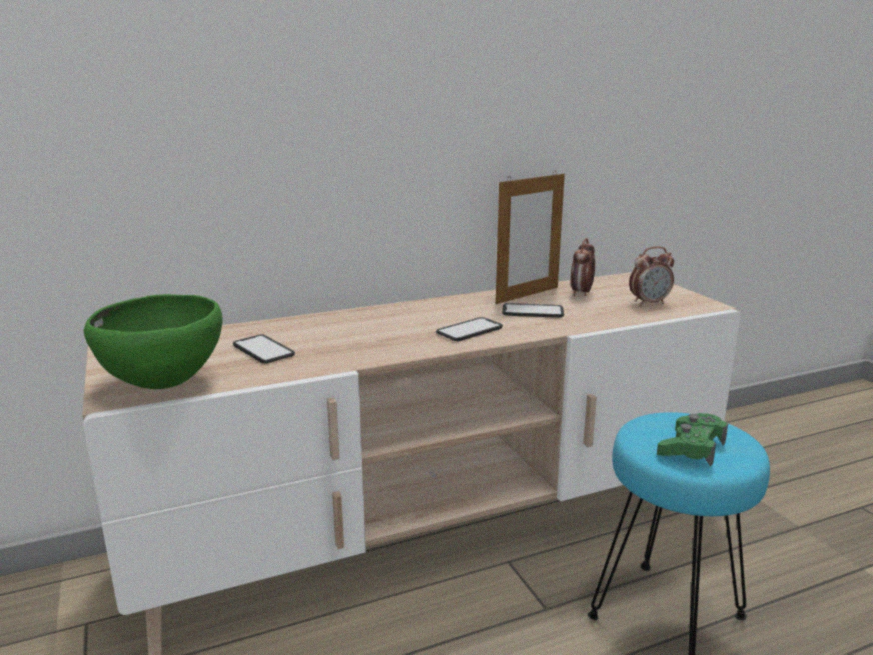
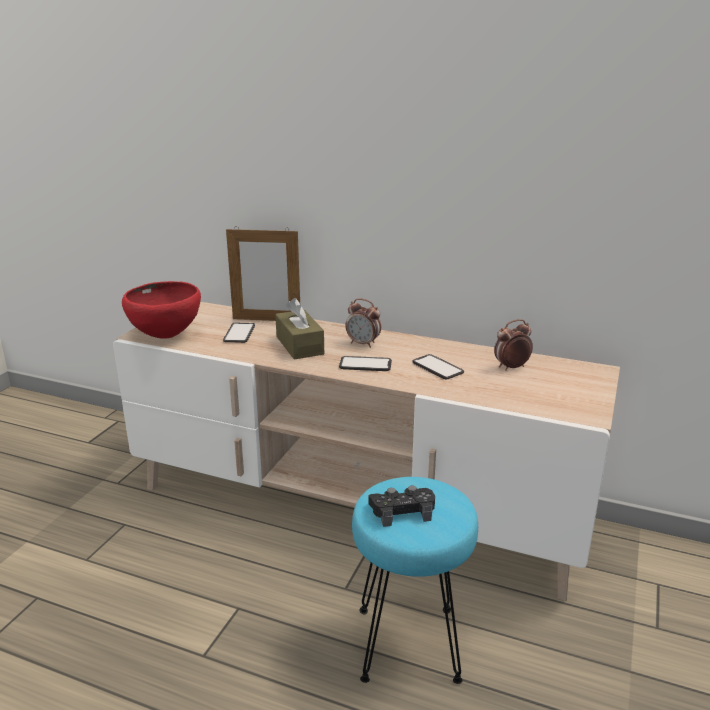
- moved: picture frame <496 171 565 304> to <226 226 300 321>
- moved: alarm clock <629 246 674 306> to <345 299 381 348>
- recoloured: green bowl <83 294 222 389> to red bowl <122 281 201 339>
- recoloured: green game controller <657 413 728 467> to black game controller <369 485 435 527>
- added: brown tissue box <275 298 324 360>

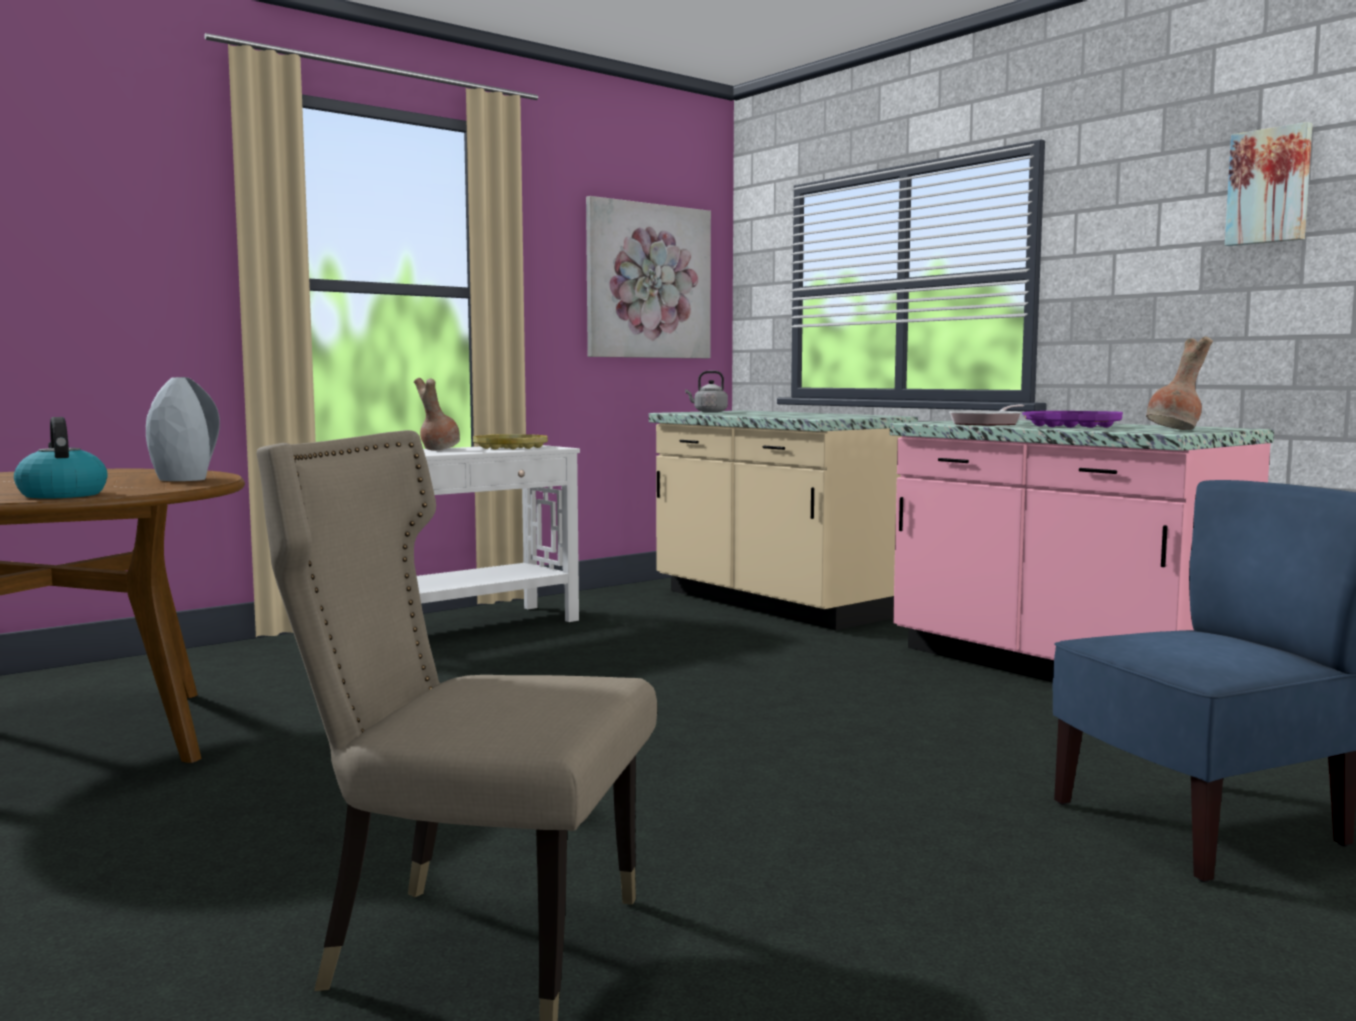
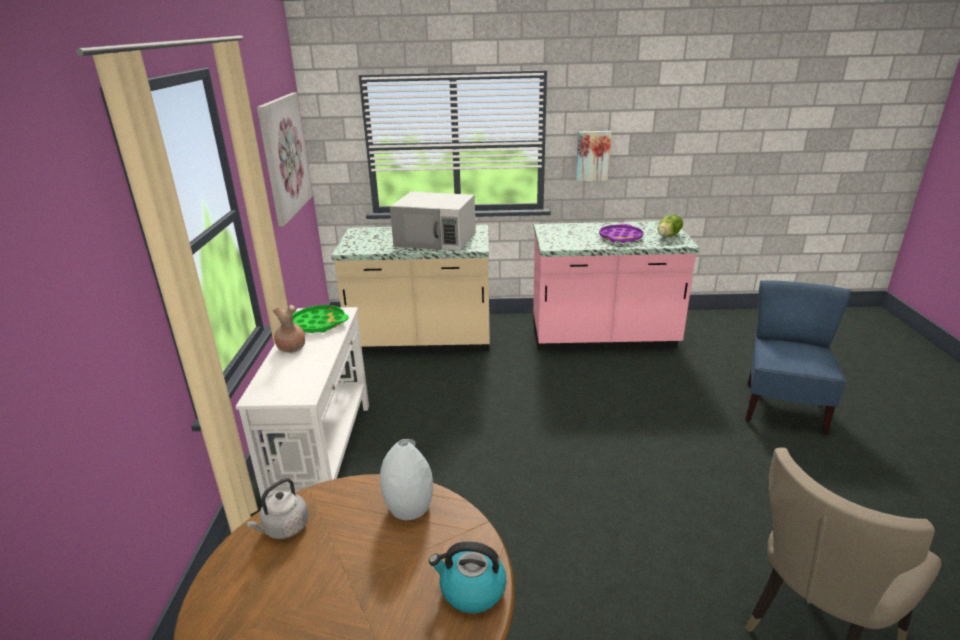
- moved: picture <1225 122 1313 246> to <576 131 611 181>
- replaced: brown vase <1146 336 1213 430> to lettuce <658 214 683 237>
- moved: grey kettle <685 371 728 413> to <246 478 309 539>
- removed: frying pan <949 404 1024 425>
- recoloured: yellow tray <473 434 548 450> to green tray <292 305 349 333>
- added: white microwave <390 192 476 251>

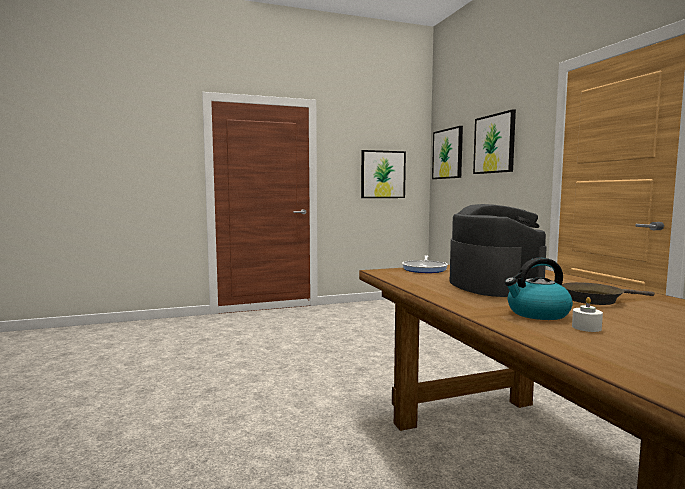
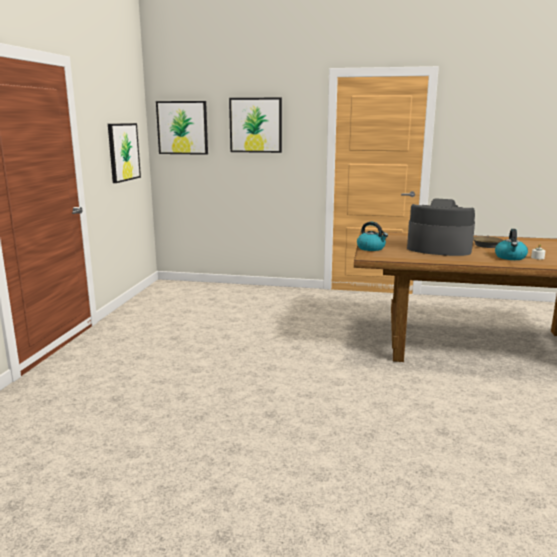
- replaced: frying pan <402 255 448 273> to kettle <357 222 388 251>

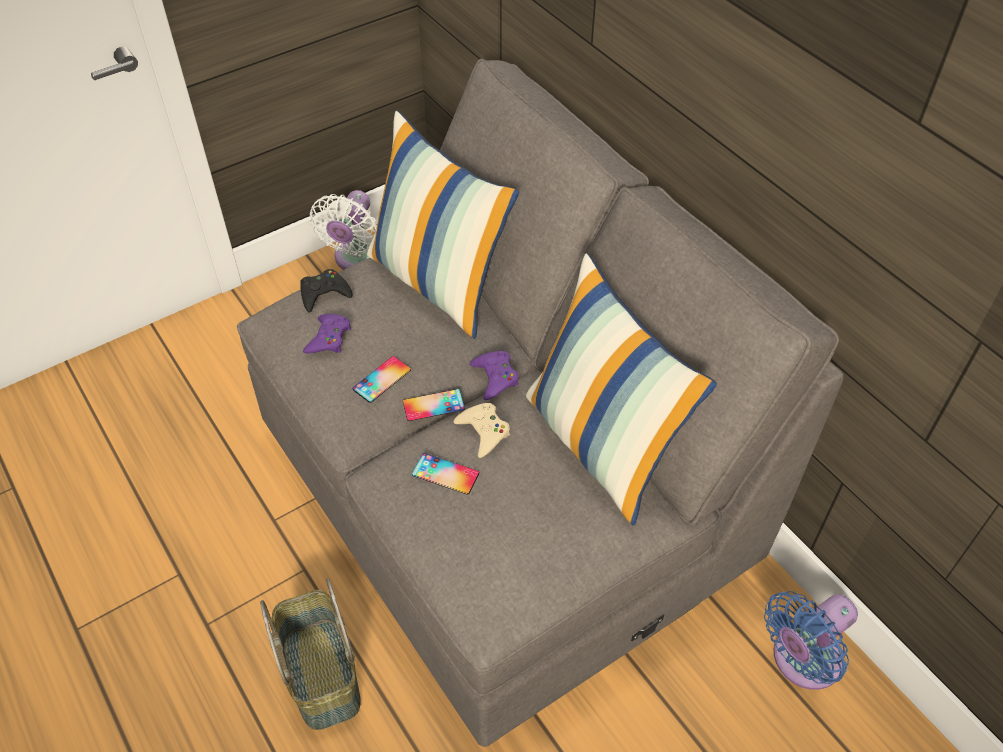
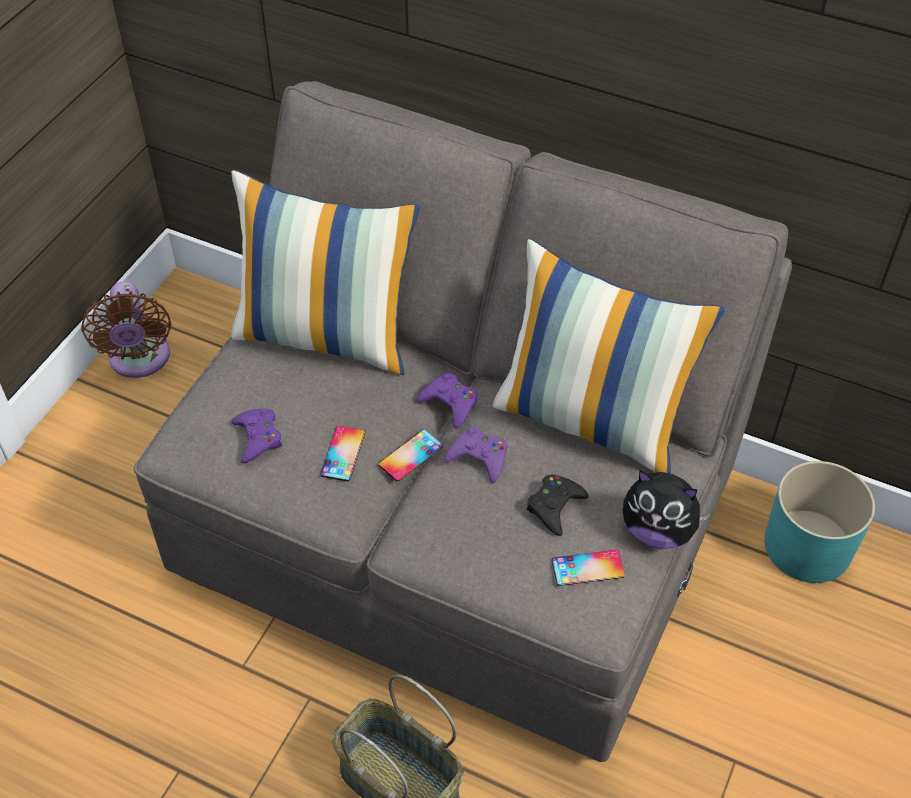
- recoloured: white fan <310 190 377 270> to brown fan <81 281 171 378>
- moved: black game controller <300 269 353 313> to <527 474 589 536>
- recoloured: beige game controller <454 403 510 458> to purple game controller <445 427 507 483>
- moved: phone <412 453 479 495> to <552 550 625 586>
- replaced: blue fan <764 591 858 690> to turquoise planter <764 461 875 583>
- added: plush toy <623 470 712 549>

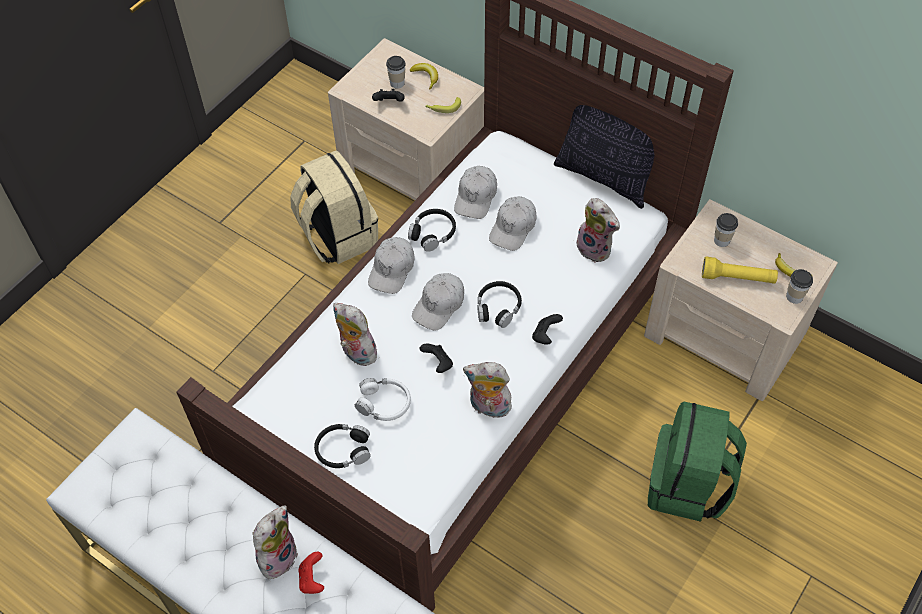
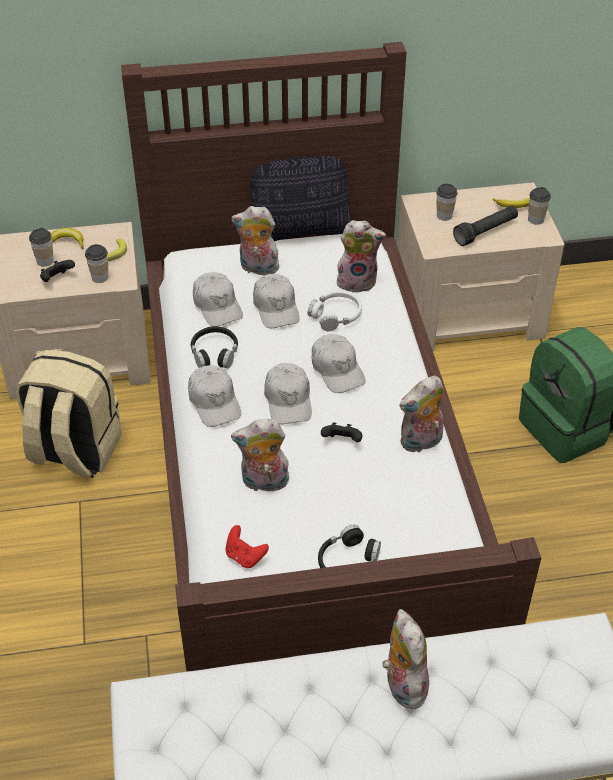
- recoloured: yellow flashlight <702 257 778 284> to black flashlight <453 206 518 246>
- replaced: black headphones <477 281 522 328> to white cap <312 334 366 393>
- removed: black game controller <532 314 563 345>
- moved: white headphones <355 378 411 421> to <308 291 362 331>
- moved: red game controller <298 552 324 594> to <226 525 269 568>
- added: plush toy <231 206 282 275>
- added: cup <85 244 109 283>

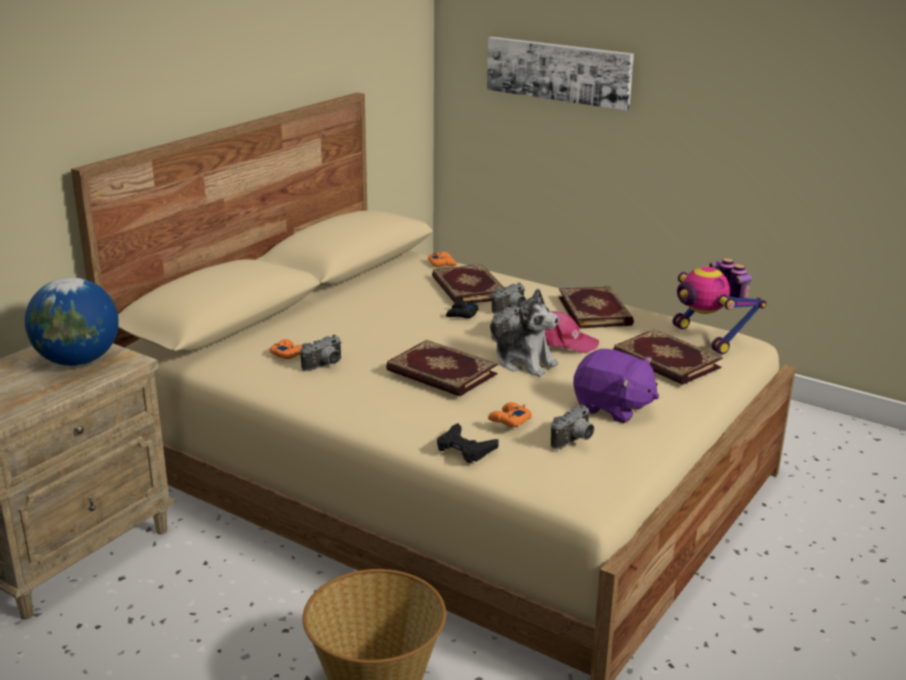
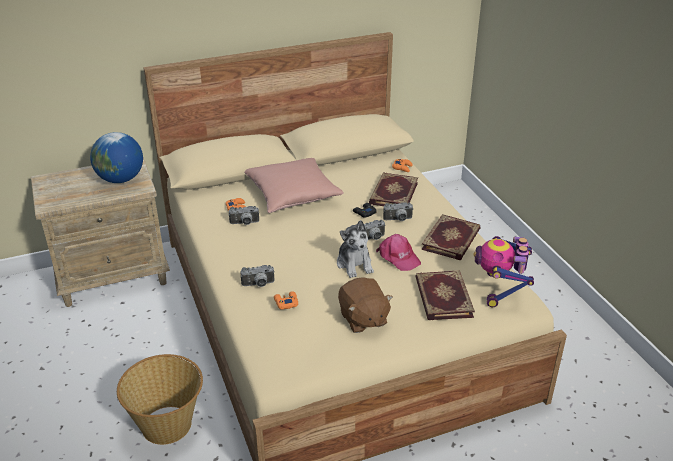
- removed: picture <487 37 634 111>
- removed: book <386 340 498 397>
- recoloured: purple plush toy <573 349 659 423> to brown plush toy <338 277 393 333>
- moved: photo camera <551 404 594 449> to <240 265 275 287>
- removed: black game controller <437 423 499 463>
- added: pink pillow <244 158 344 213>

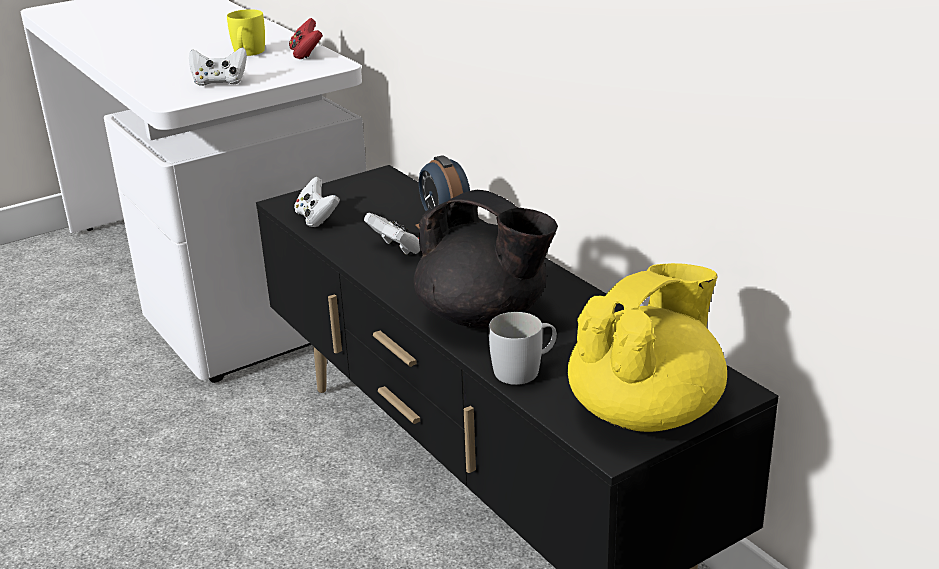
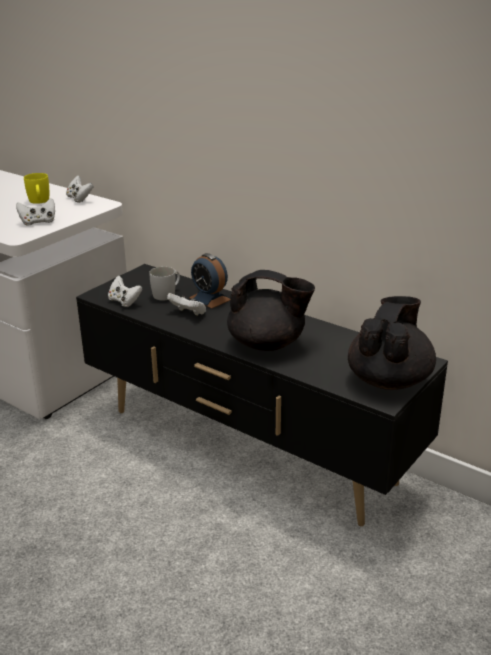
- recoloured: red game controller <289 18 323 59> to white game controller <66 176 94 203>
- recoloured: yellow teapot <568 263 727 432> to black teapot <348 296 436 390>
- moved: white mug <489 312 557 385> to <149 266 180 301>

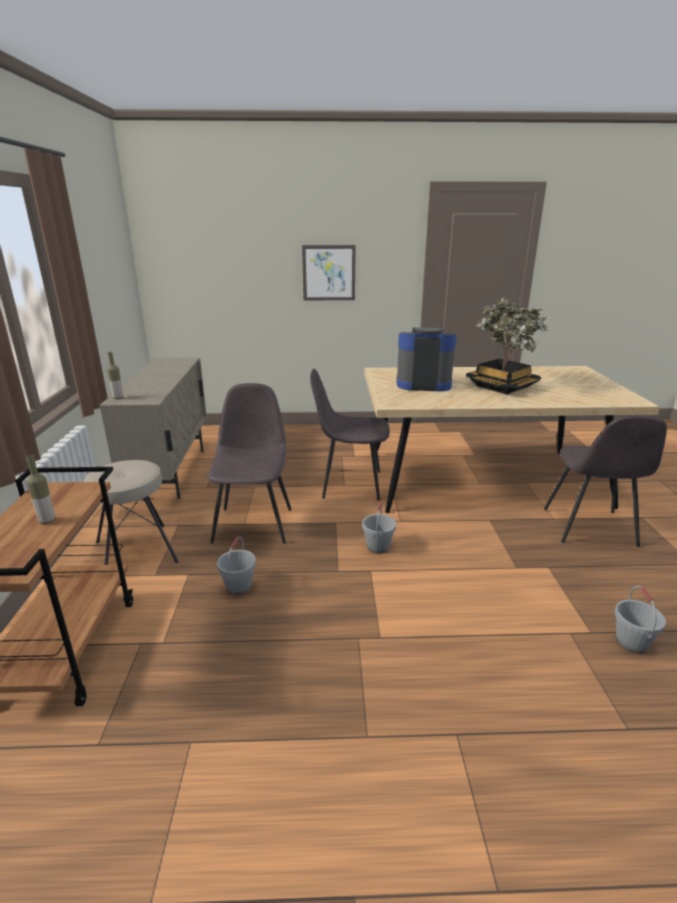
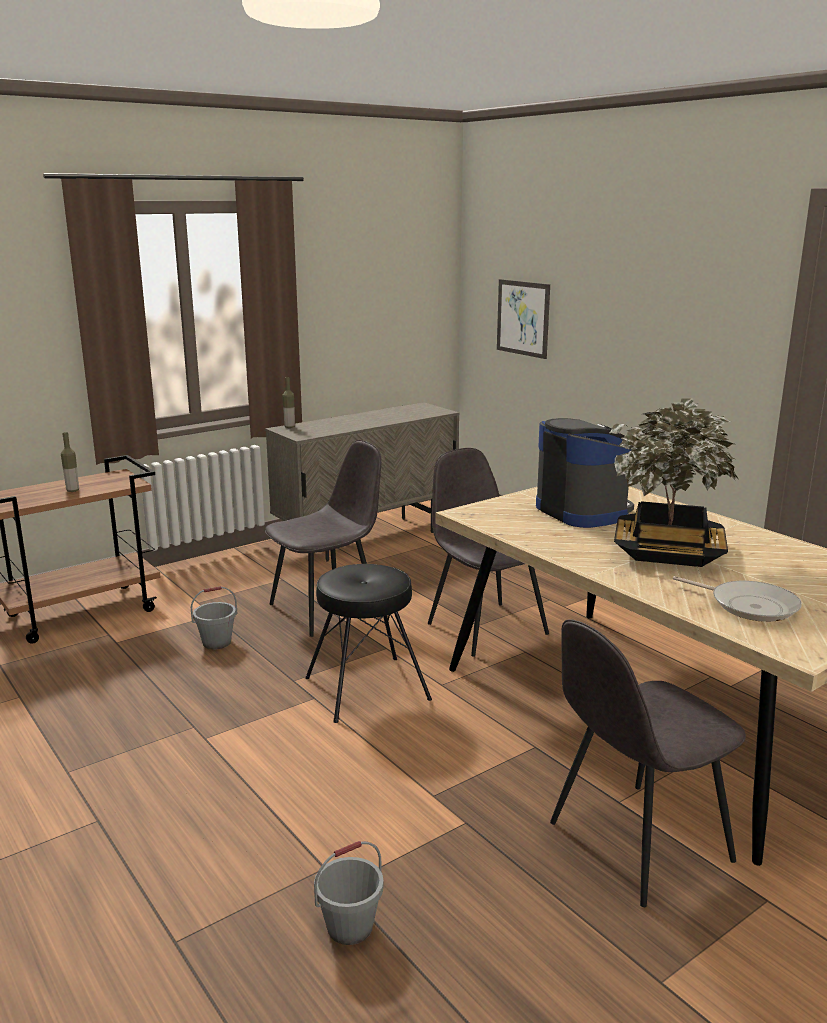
- moved: picture <302 245 356 300> to <497 279 550 359>
- removed: beige stool <84 460 179 565>
- replaced: grey bucket <362 502 396 554> to black stool <305 564 432 723>
- added: frying pan <673 576 802 622>

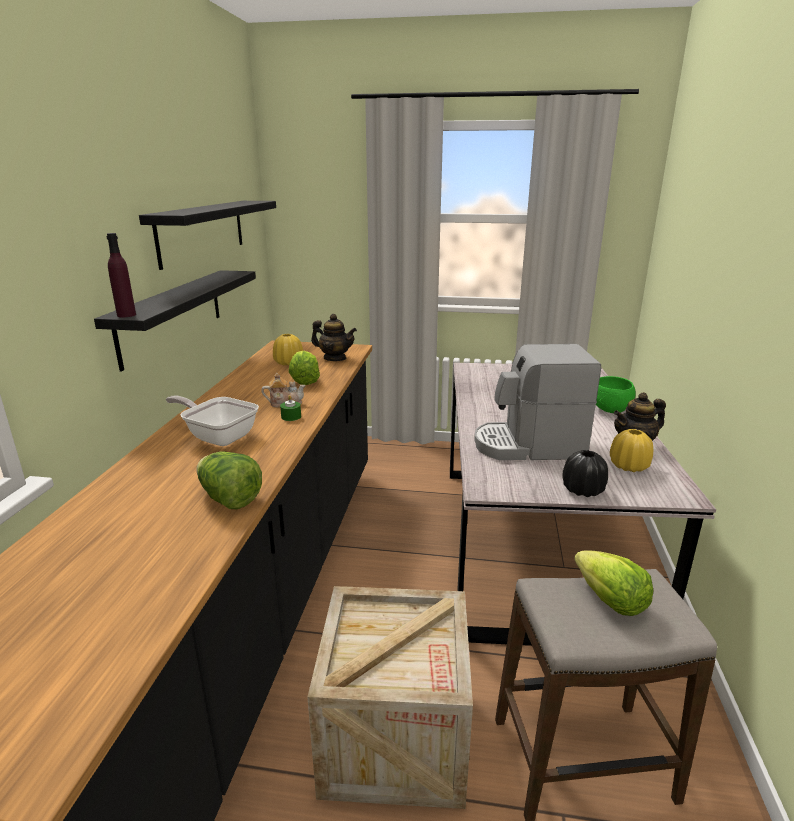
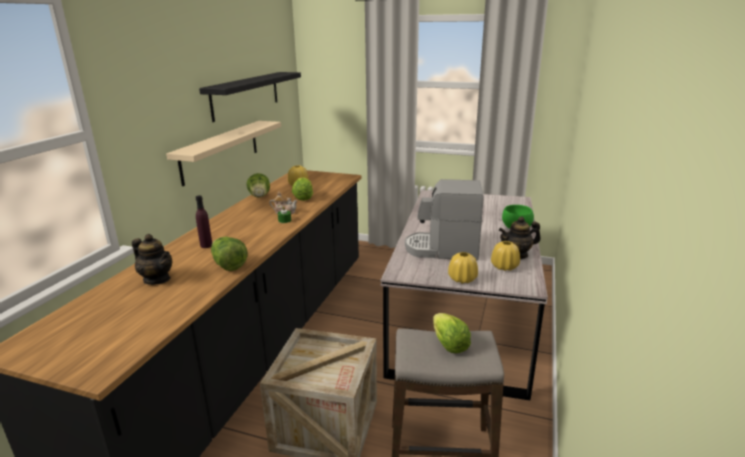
- moved: purple bottle <106 233 136 317> to <196 195 212 248>
- recoloured: black shelf <94 270 256 372> to beige shelf <166 121 281 186>
- moved: teapot <311 314 357 361> to <132 234 172 285>
- removed: frying pan <166 396 259 446>
- recoloured: black vase <562 450 608 497> to yellow vase <448 252 478 284>
- added: lettuce <246 173 270 198>

